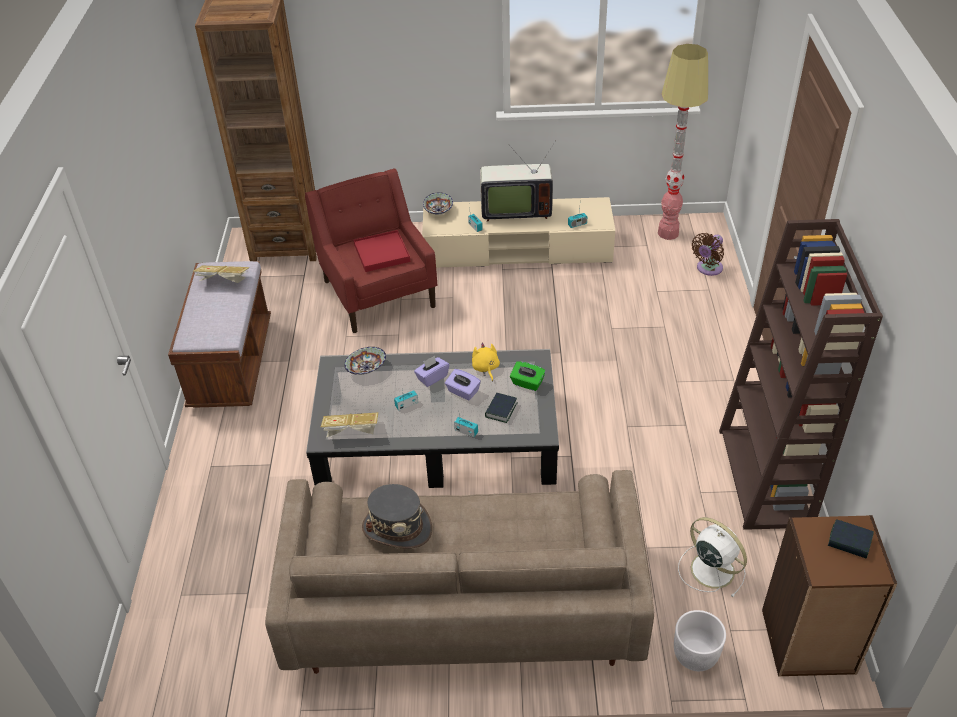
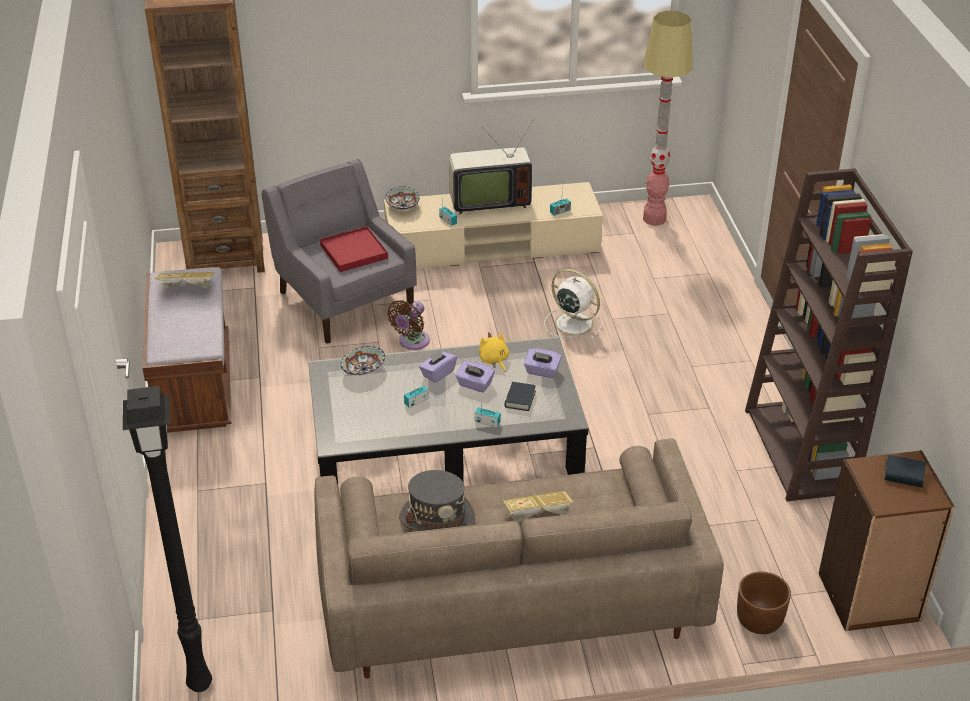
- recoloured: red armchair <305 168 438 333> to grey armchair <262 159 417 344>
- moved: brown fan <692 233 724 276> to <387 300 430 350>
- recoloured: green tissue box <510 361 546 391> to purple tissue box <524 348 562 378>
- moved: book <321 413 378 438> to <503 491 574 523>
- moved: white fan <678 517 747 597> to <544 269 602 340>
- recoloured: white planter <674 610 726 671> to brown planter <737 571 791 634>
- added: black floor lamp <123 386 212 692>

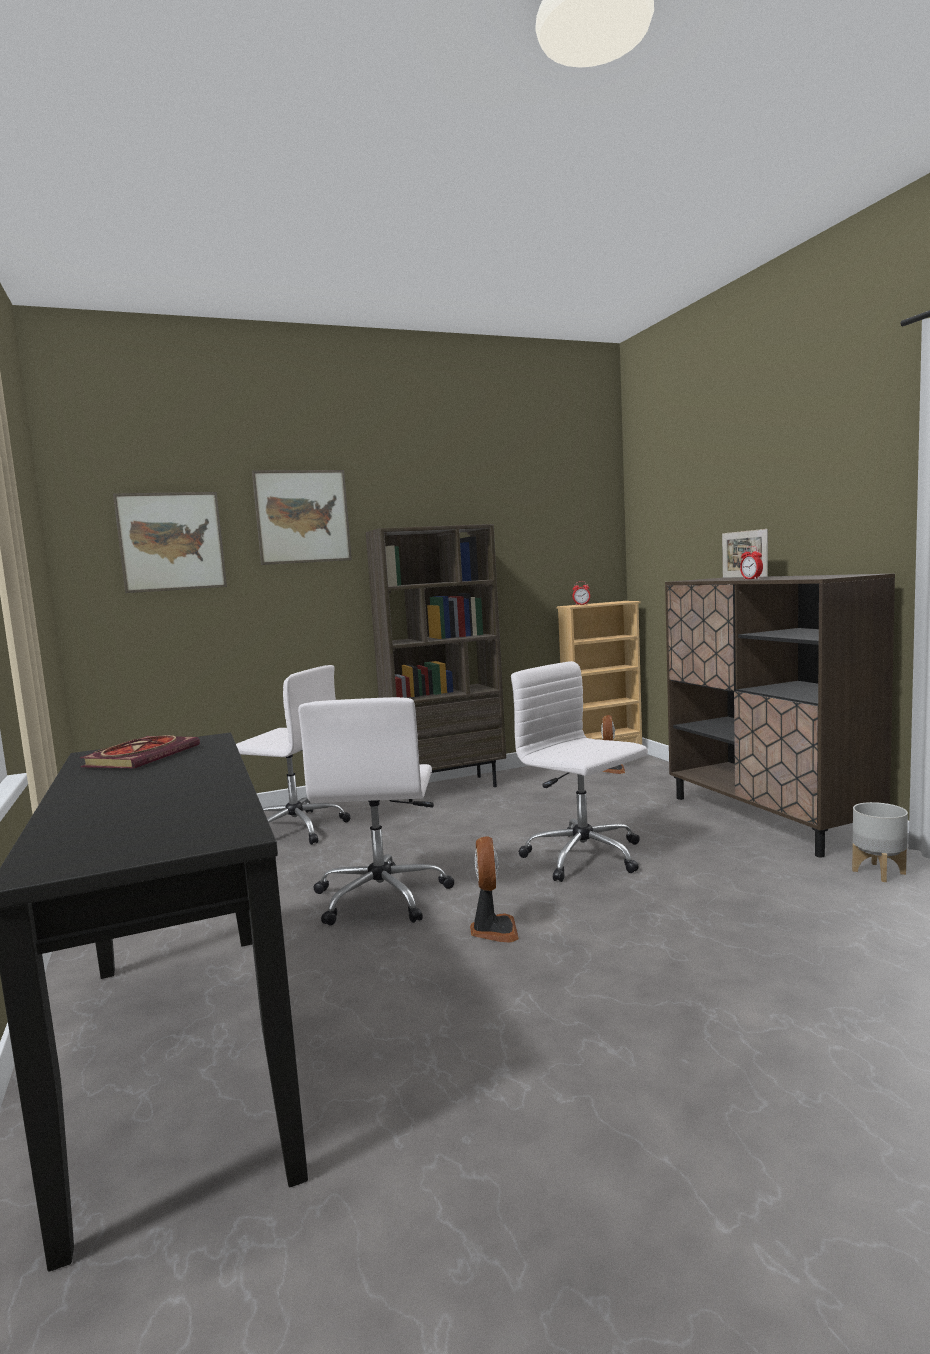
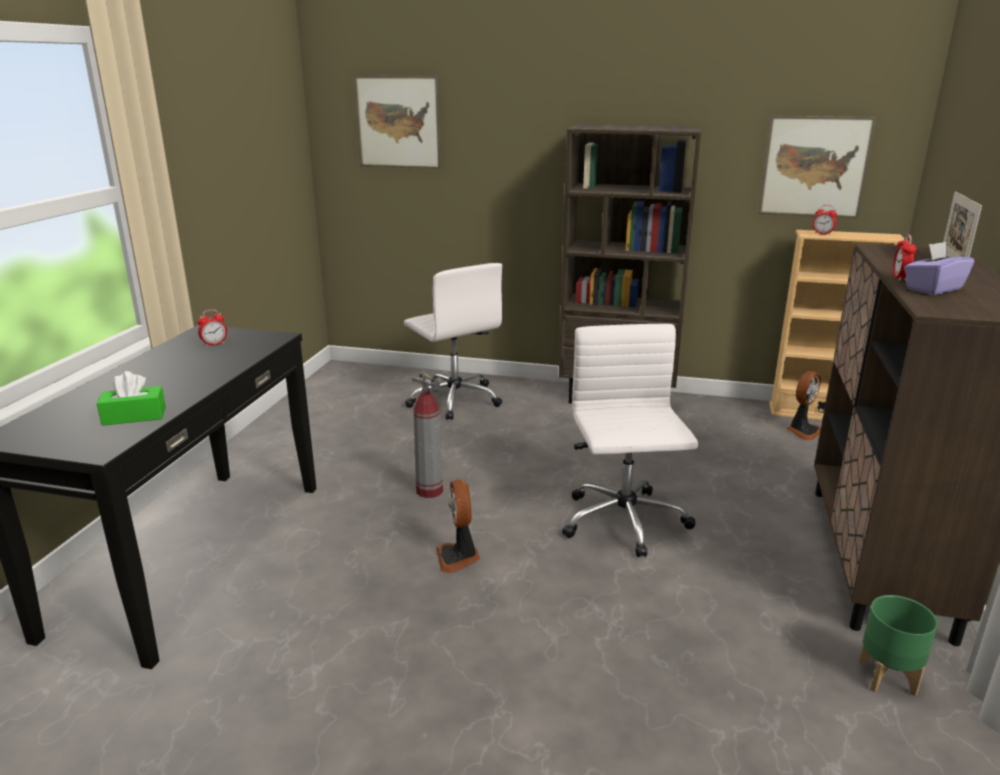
- moved: picture <252 470 352 565> to <758 115 876 219>
- replaced: white office chair <298 697 454 926> to fire extinguisher <411 371 443 498>
- replaced: book <80 735 200 768> to alarm clock <198 309 227 347>
- recoloured: grey planter <852 802 908 882> to green planter <859 595 938 696>
- turned: fan <470 836 519 942> = <436 480 480 573> 135 degrees clockwise
- added: purple tissue box <904 242 974 295>
- added: green tissue box <97 371 166 426>

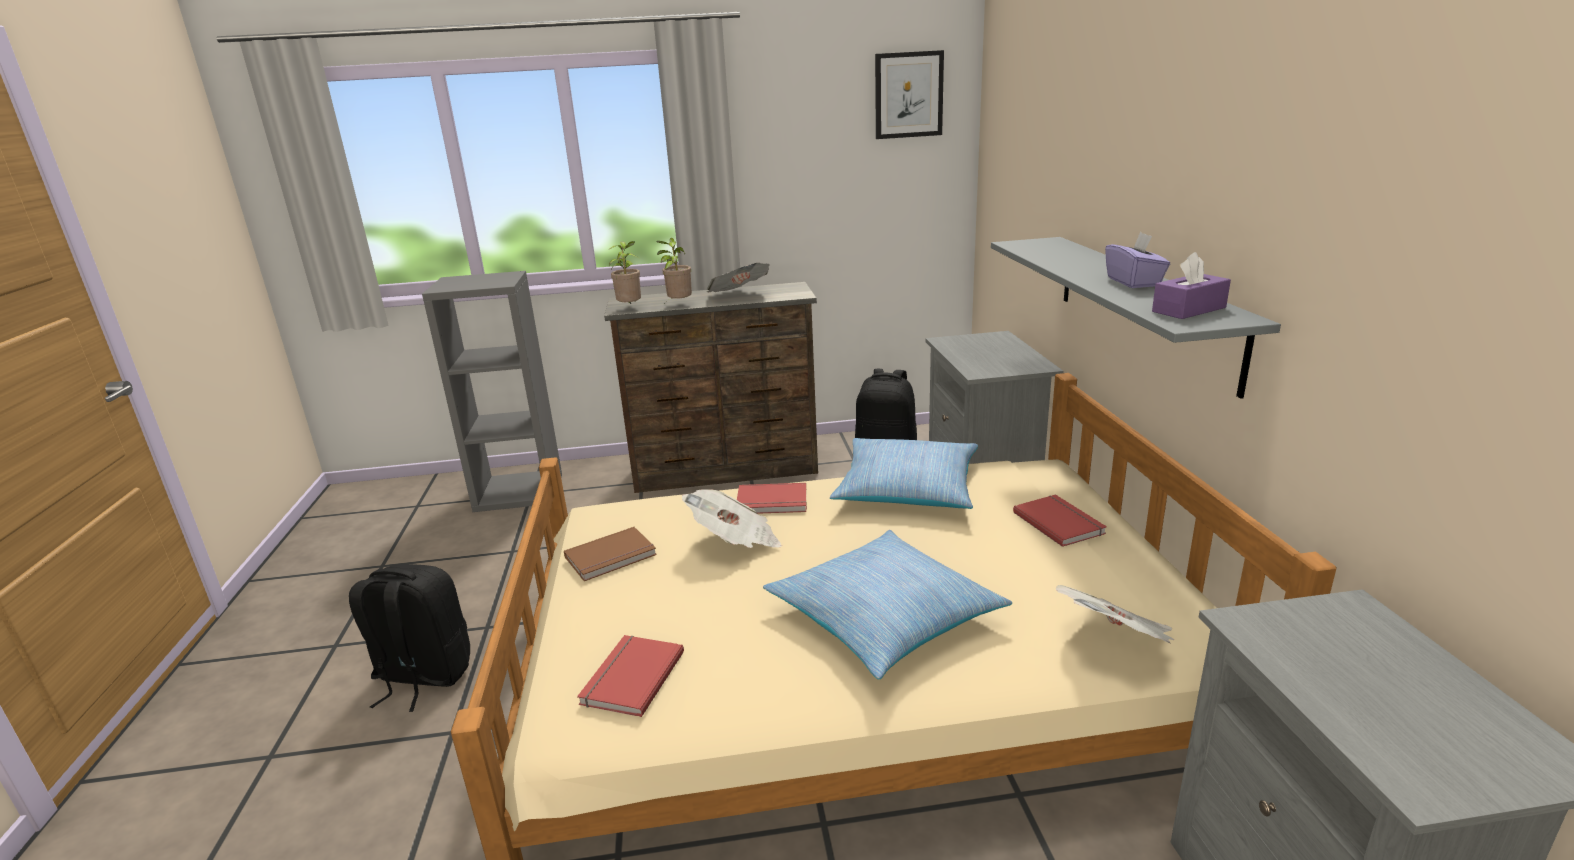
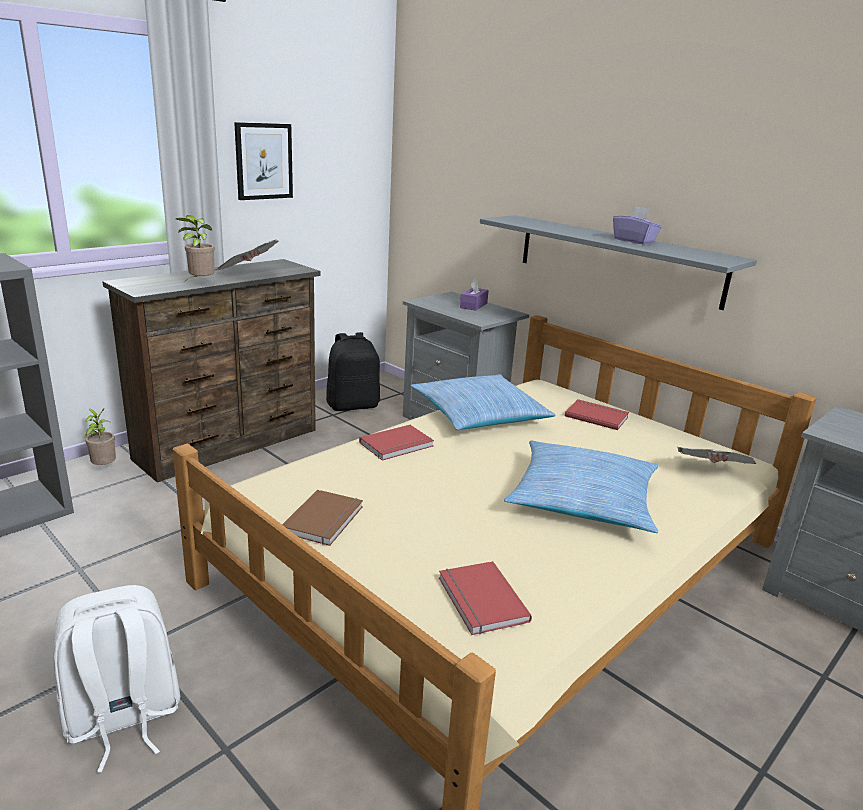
- moved: picture <875 50 944 139> to <234 122 293 200>
- moved: potted plant <608 241 641 304> to <84 408 116 465>
- moved: purple tissue box <1152 252 1231 319> to <460 278 489 311>
- removed: newspaper <682 489 782 548>
- recoloured: black backpack <349 564 470 712> to white backpack <53 585 180 773>

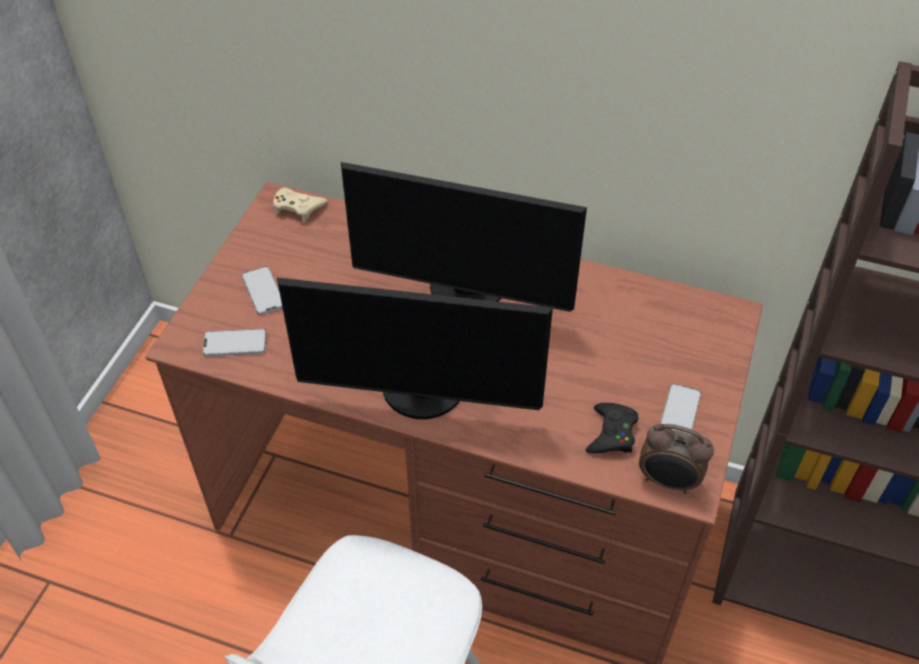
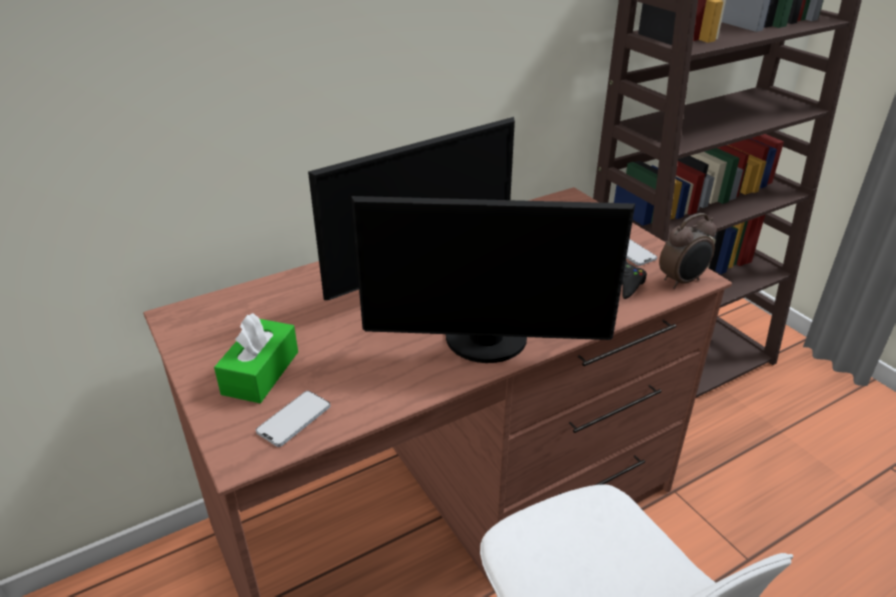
- removed: beige game controller <273 188 327 222>
- replaced: phone <242 266 282 315> to green tissue box <214 313 298 403>
- turned: monitor <277 278 553 419> = <351 196 635 363> 45 degrees clockwise

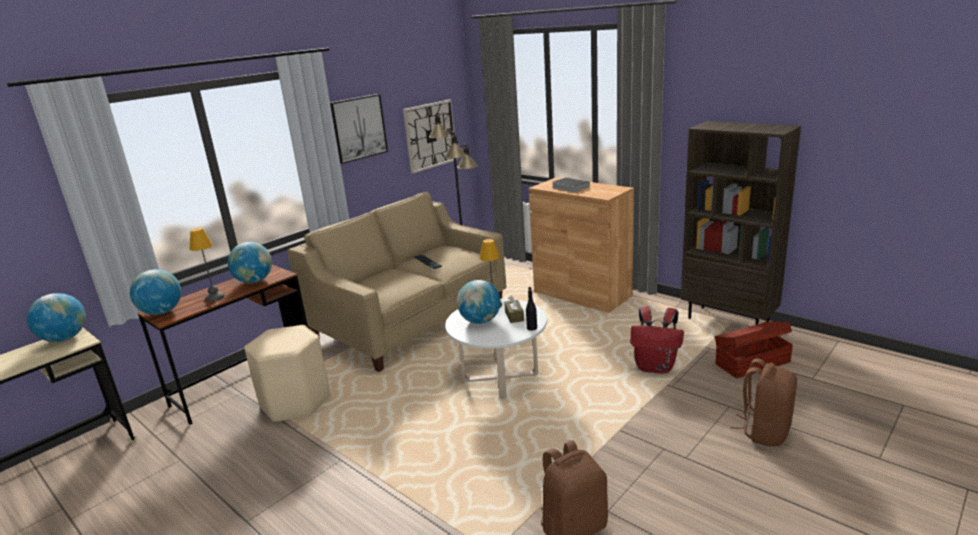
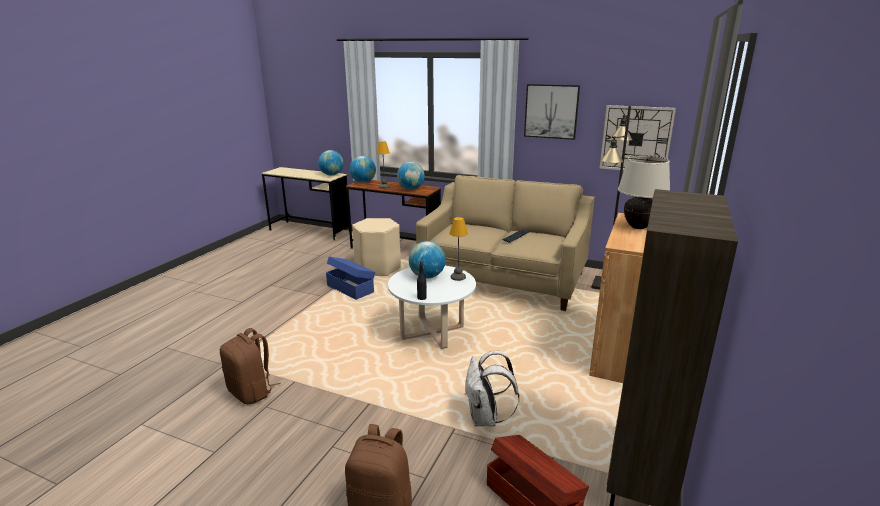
- replaced: book <552 177 590 192> to beige table lamp <618 155 670 229>
- removed: brown tissue box <504 296 524 323>
- recoloured: red backpack <630 306 684 373> to white backpack <465 351 519 427>
- added: blue storage box <326 257 375 300>

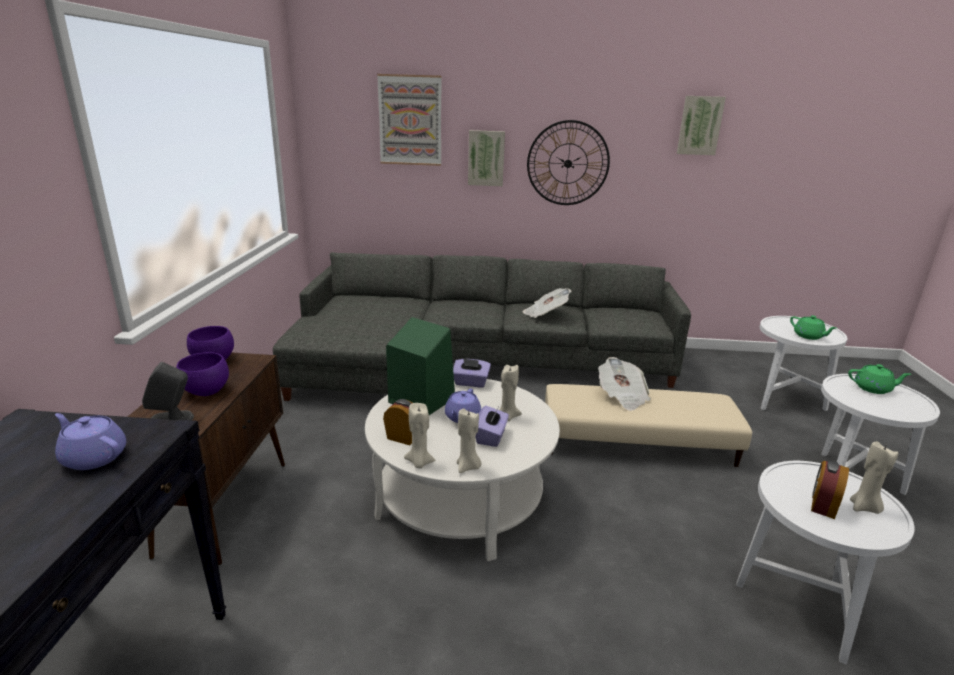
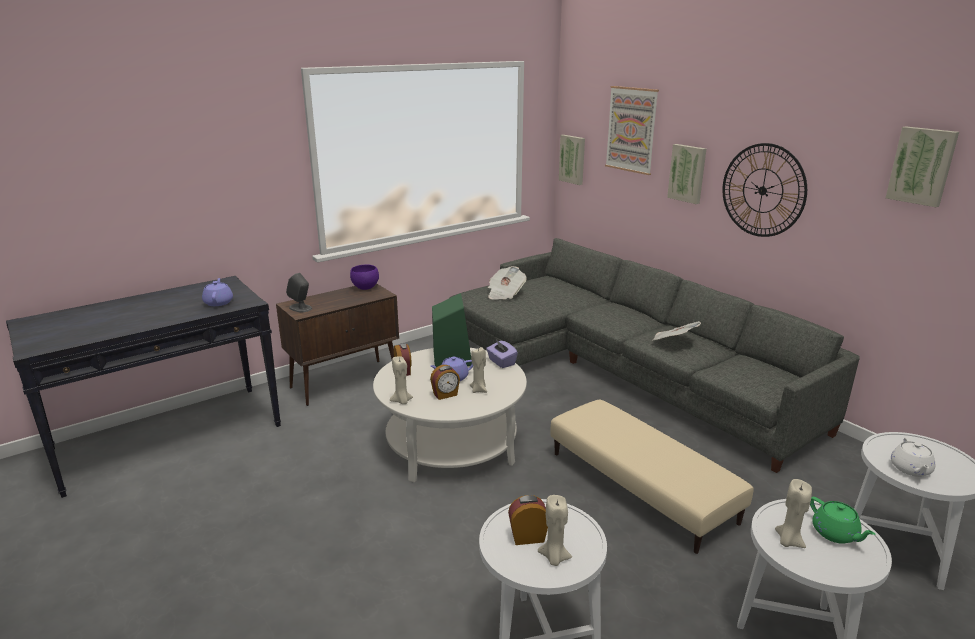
- recoloured: green teapot <790 315 836 340> to white teapot <891 437 935 477>
- removed: purple bowl <176 352 229 396>
- moved: newspaper <598 357 651 411> to <488 266 527 300>
- moved: beige candle <404 403 435 468> to <775 479 812 548>
- replaced: purple tissue box <476 405 509 447> to alarm clock <430 365 460 400>
- added: picture <559 135 585 185>

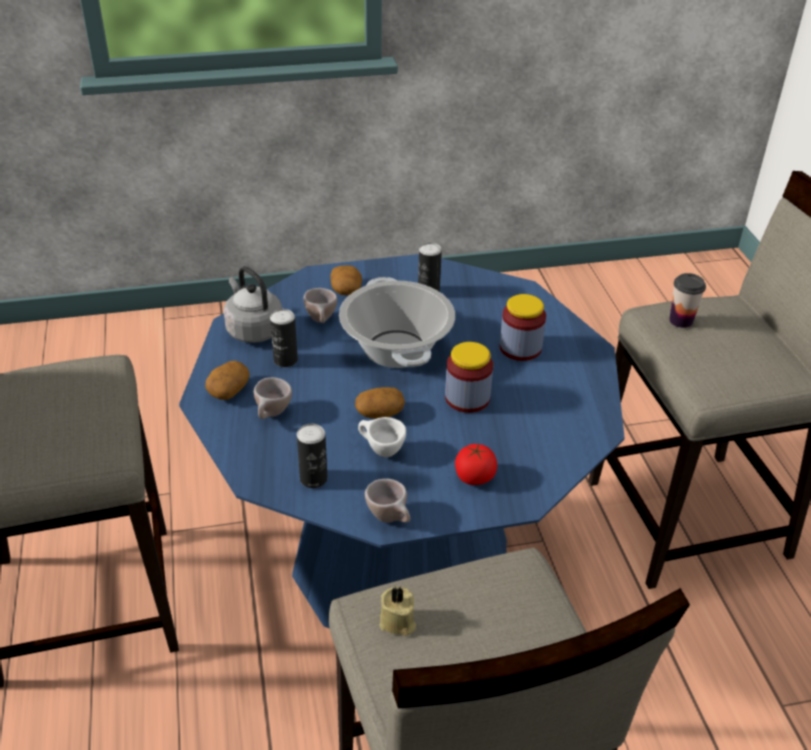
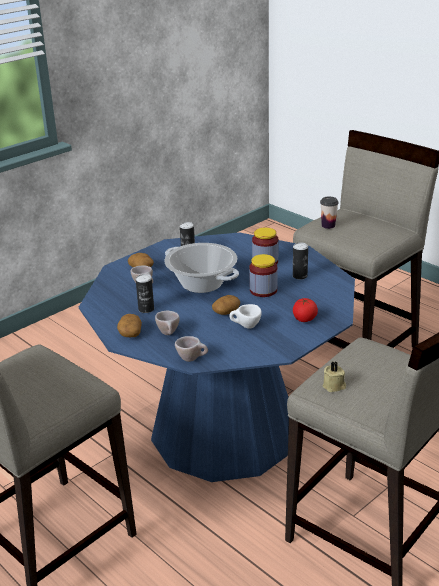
- removed: grey kettle <223 266 282 343>
- moved: can <297 424 327 488> to <293 243 308 280>
- moved: beige cup <365 479 410 523> to <175 336 208 362>

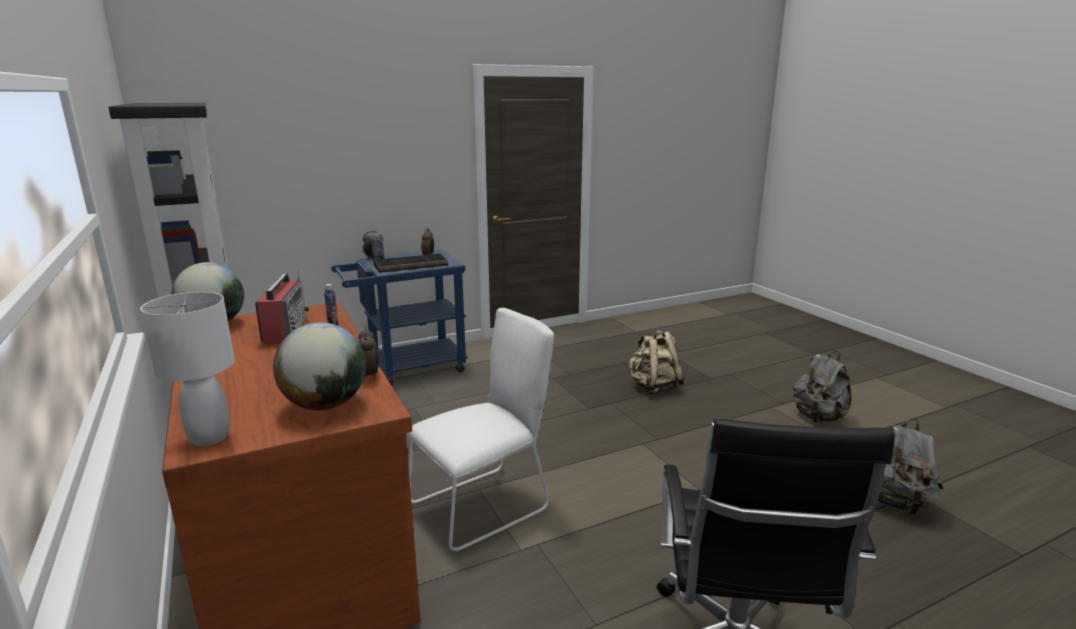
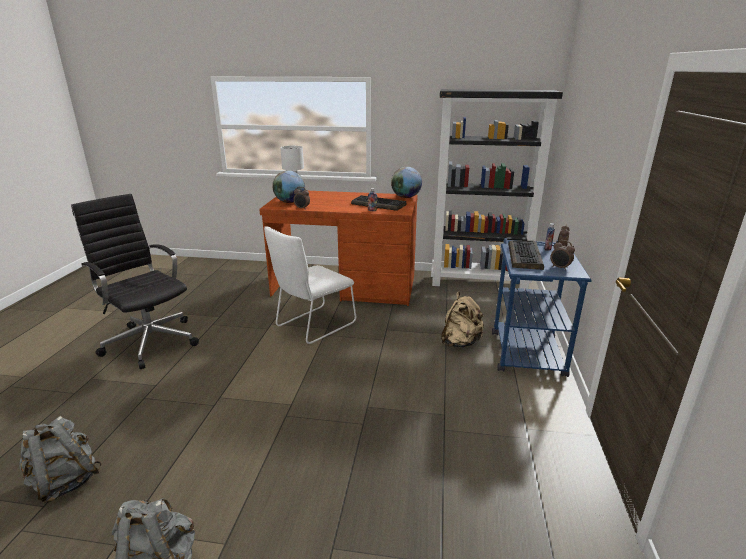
- replaced: radio <255 269 309 345> to keyboard <351 195 406 211>
- turned: white chair <407 308 554 551> = <264 226 356 344> 45 degrees clockwise
- moved: beige backpack <629 331 684 394> to <441 292 484 348>

